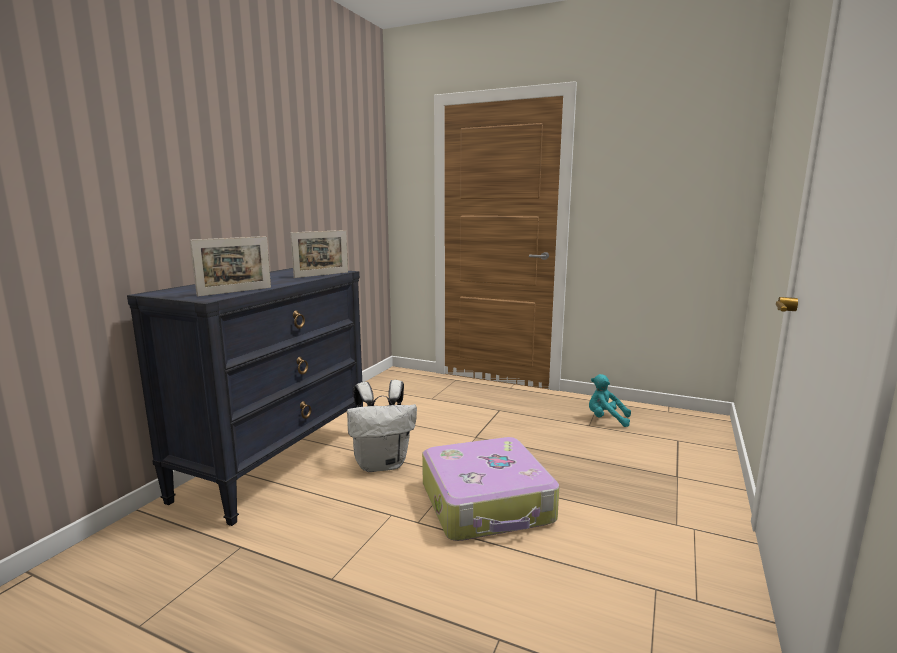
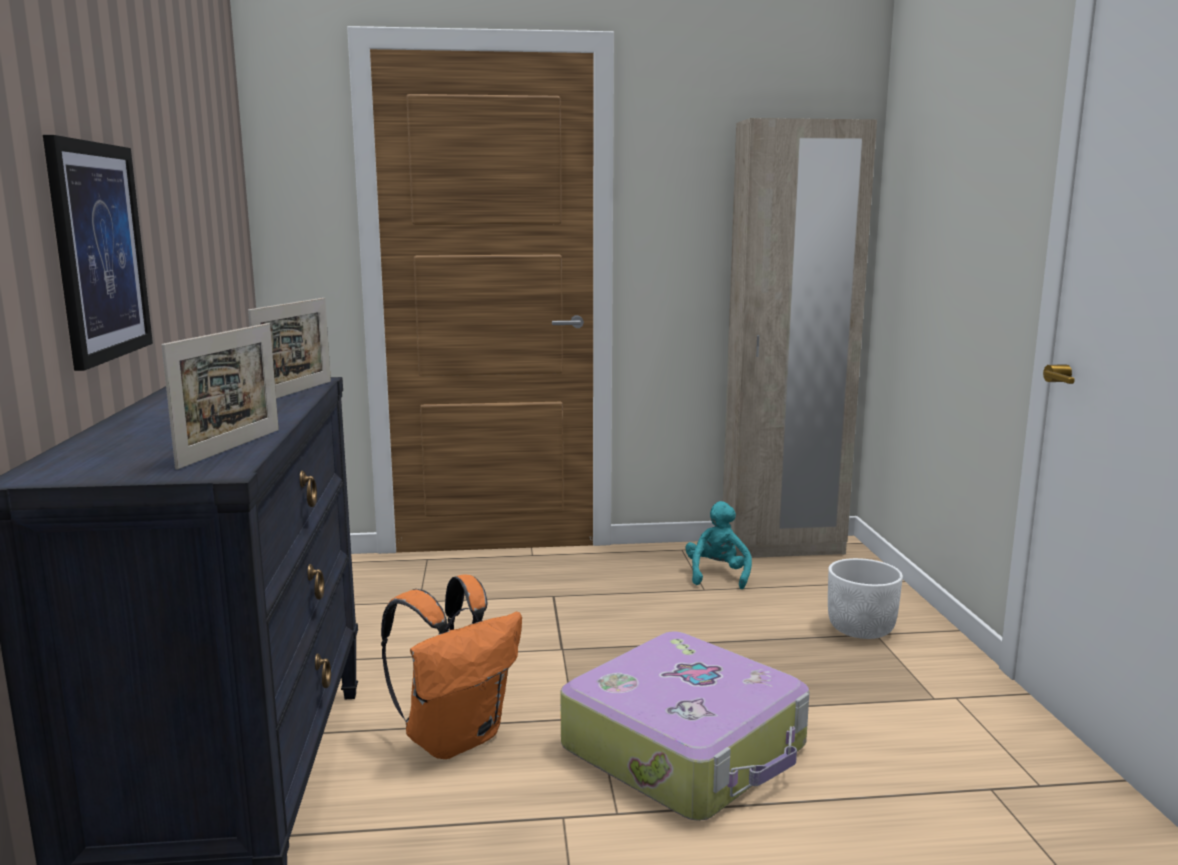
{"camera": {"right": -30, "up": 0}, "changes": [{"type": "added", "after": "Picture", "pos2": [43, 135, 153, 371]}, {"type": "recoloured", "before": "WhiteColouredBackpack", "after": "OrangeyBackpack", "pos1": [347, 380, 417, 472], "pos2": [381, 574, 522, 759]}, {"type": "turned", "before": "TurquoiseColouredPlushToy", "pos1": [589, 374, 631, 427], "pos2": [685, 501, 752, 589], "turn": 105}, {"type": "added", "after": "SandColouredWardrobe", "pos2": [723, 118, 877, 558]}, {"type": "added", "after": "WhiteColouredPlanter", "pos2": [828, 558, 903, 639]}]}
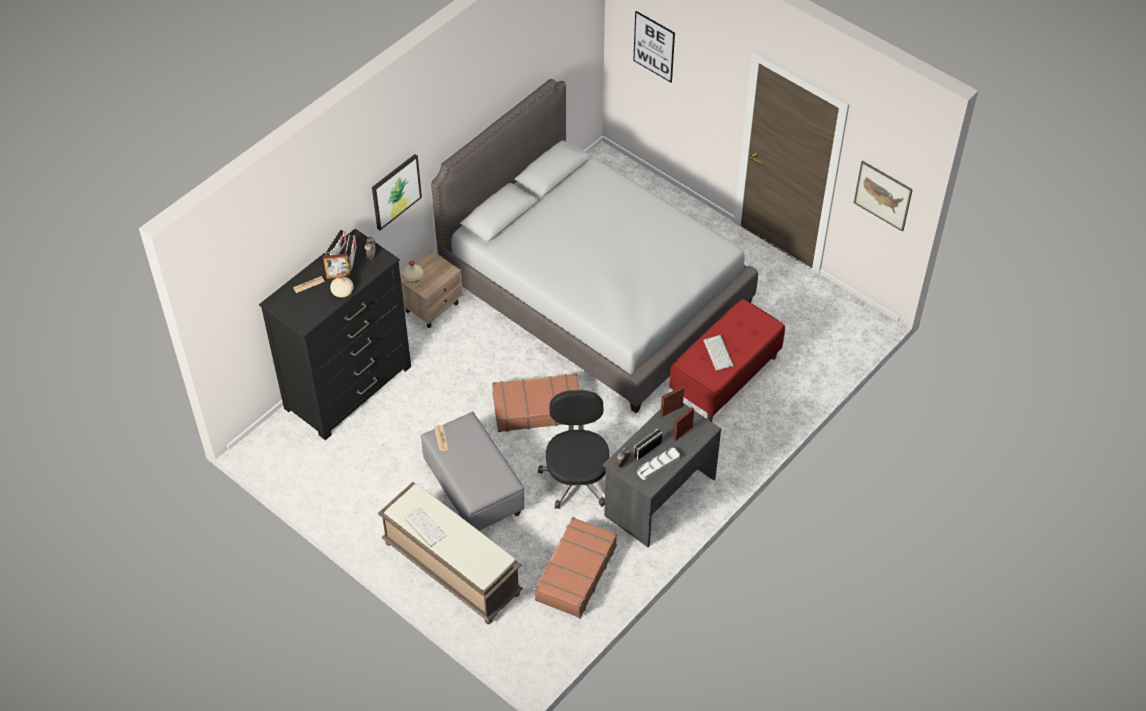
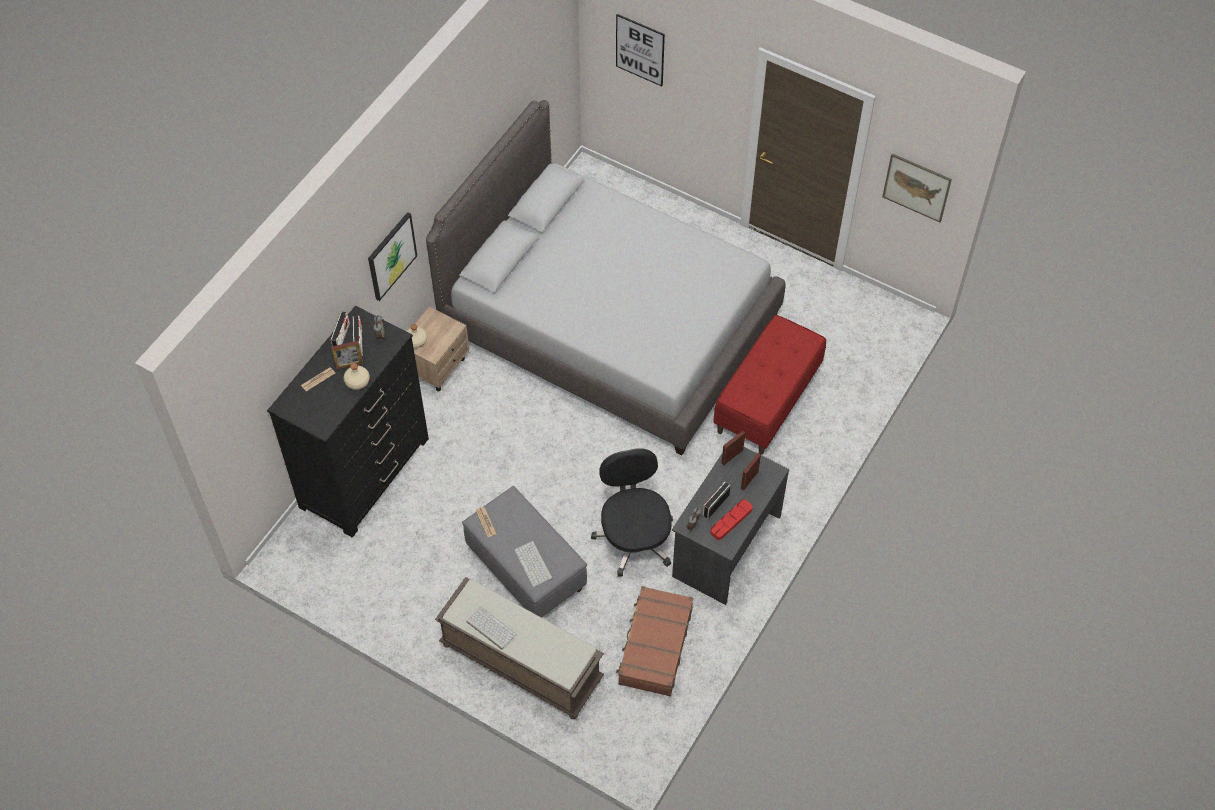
{"camera": {"right": -10, "up": 5}, "changes": [{"type": "moved", "before": "Keyboard", "pos1": [703, 335, 734, 371], "pos2": [514, 541, 553, 587]}, {"type": "recoloured", "before": "GreyishCarryingTray", "after": "RedCarryingTray", "pos1": [637, 448, 680, 480], "pos2": [710, 499, 753, 540]}, {"type": "removed", "before": "BrownPieceOfLuggage", "pos1": [492, 373, 579, 432]}]}
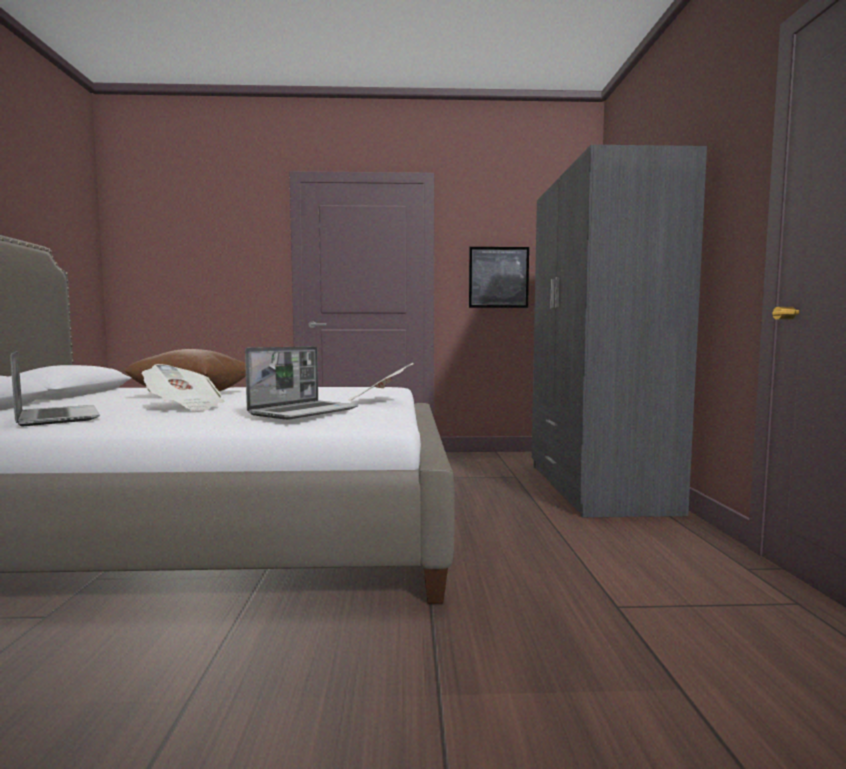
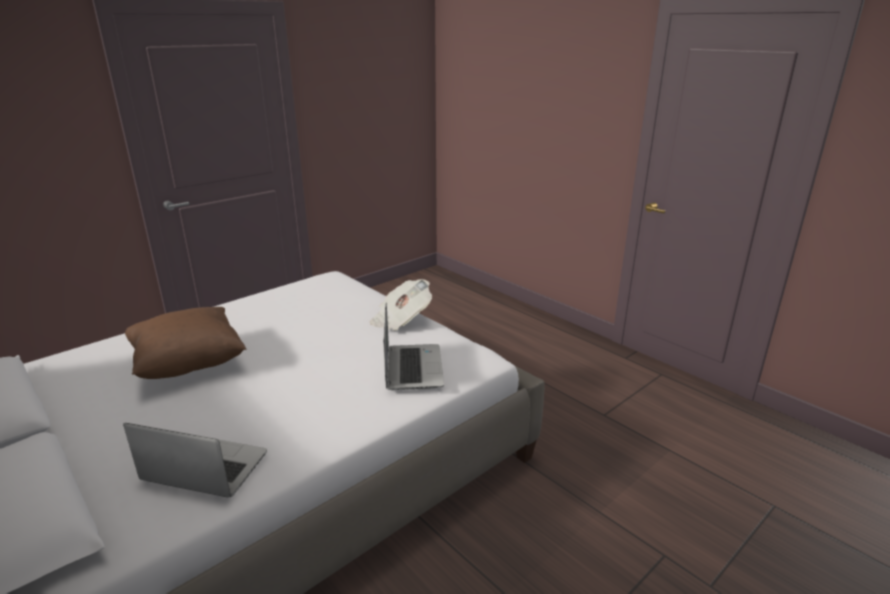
{"camera": {"right": -40, "up": 20}, "changes": [{"type": "removed", "before": "Newspaper", "pos1": [142, 364, 225, 412]}, {"type": "removed", "before": "Picture", "pos1": [469, 247, 529, 308]}, {"type": "removed", "before": "GreyishWardrobe", "pos1": [532, 145, 707, 517]}]}
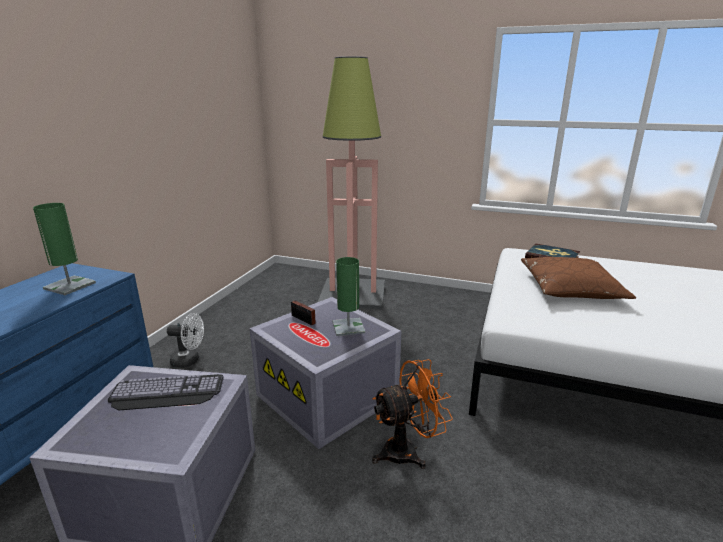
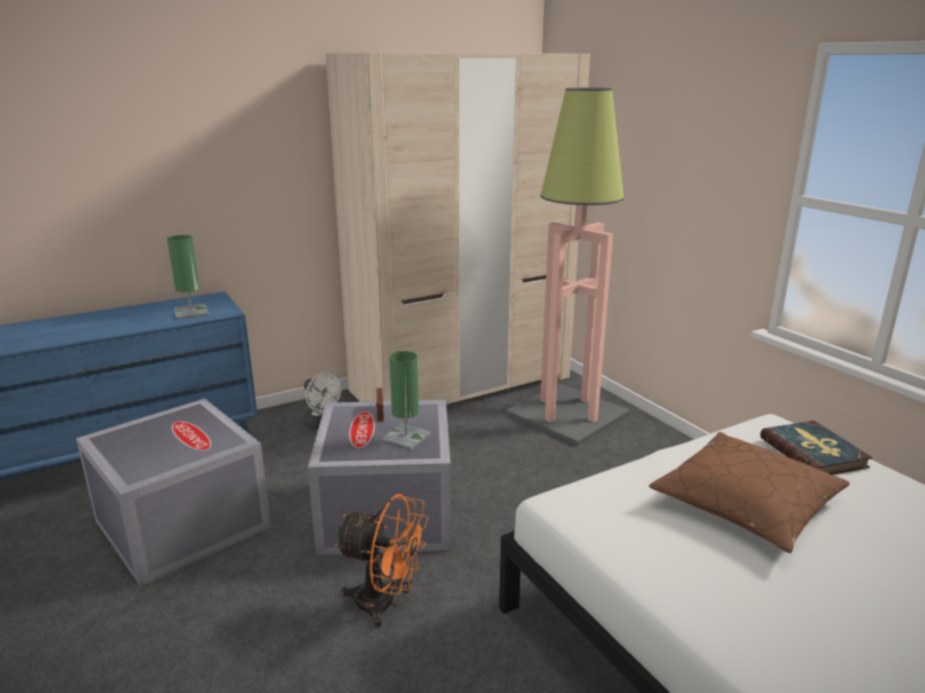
{"camera": {"right": 40, "up": 0}, "changes": [{"type": "added", "after": "SandColouredWardrobe", "pos2": [326, 52, 590, 404]}, {"type": "removed", "before": "Keyboard", "pos1": [108, 374, 224, 410]}]}
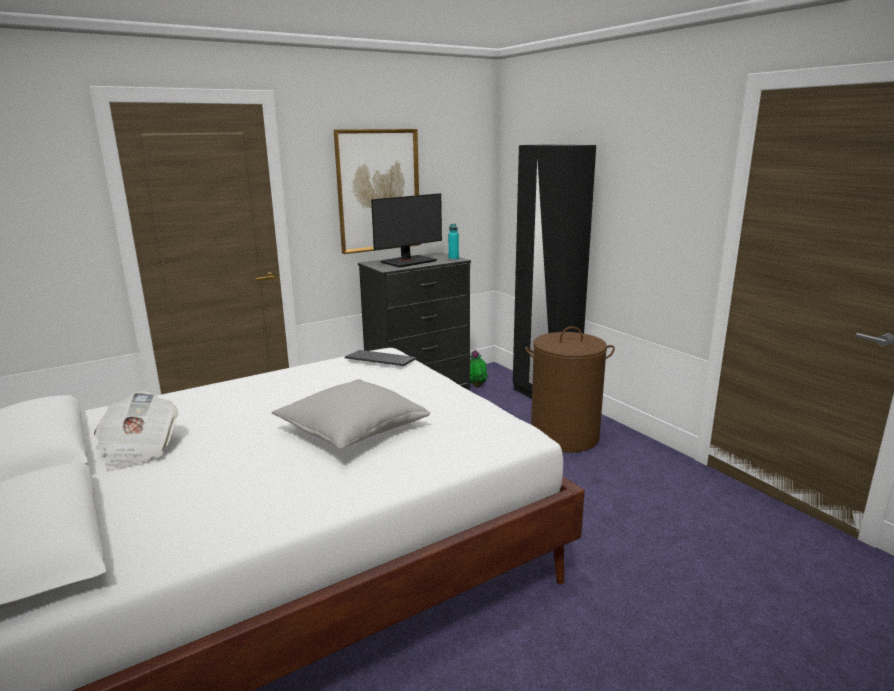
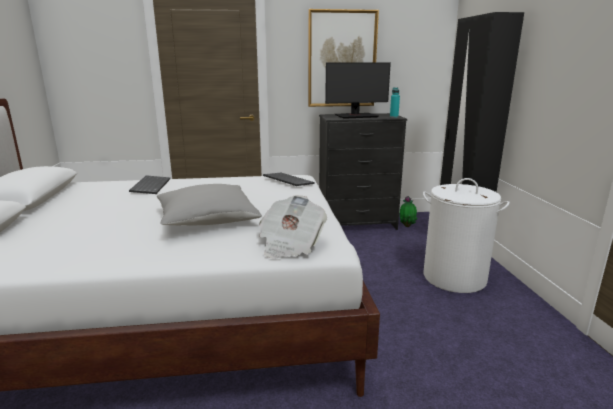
{"camera": {"right": 25, "up": 0}, "changes": [{"type": "added", "after": "Keyboard", "pos2": [129, 175, 170, 194]}, {"type": "moved", "before": "Newspaper", "pos1": [94, 391, 178, 471], "pos2": [259, 195, 327, 258]}, {"type": "recoloured", "before": "BrownHamper", "after": "WhiteColouredHamper", "pos1": [525, 326, 615, 453], "pos2": [423, 178, 510, 293]}]}
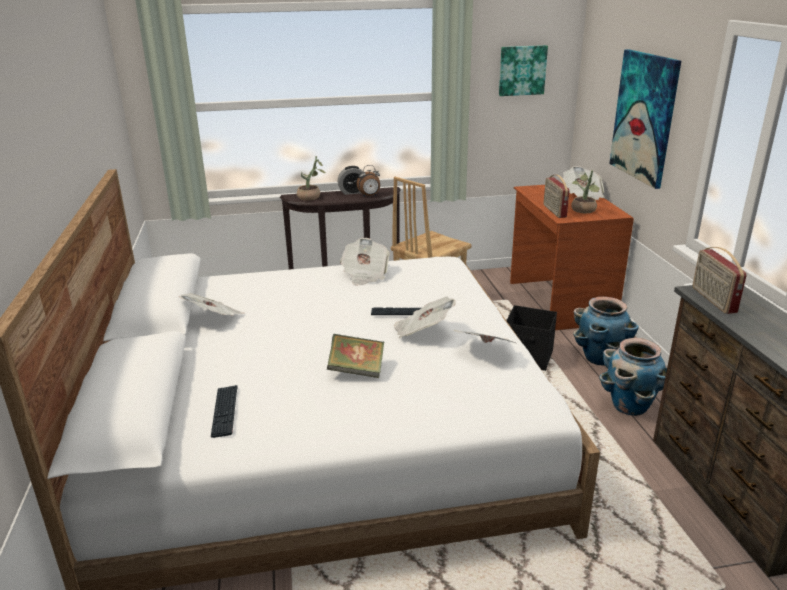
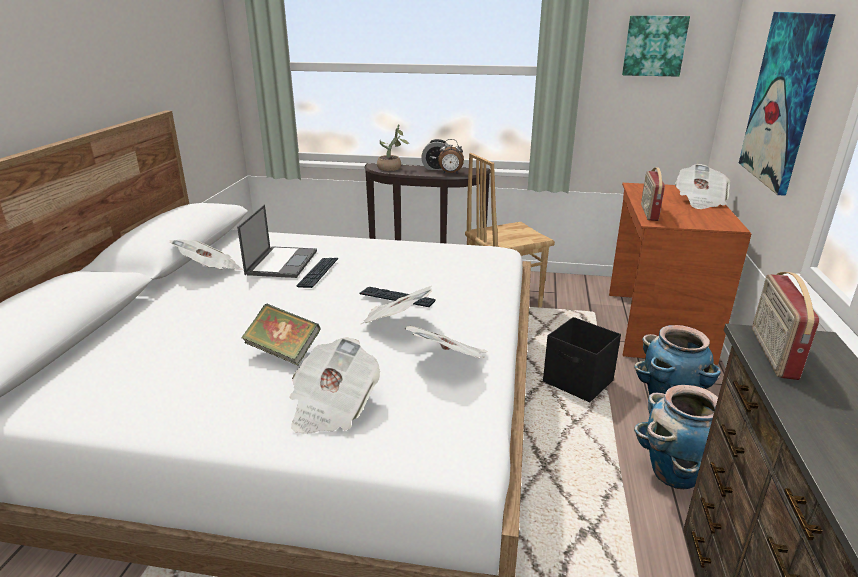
{"camera": {"right": 20, "up": 0}, "changes": [{"type": "added", "after": "PortableComputer", "pos2": [237, 205, 317, 278]}, {"type": "moved", "before": "Newspaper", "pos1": [340, 238, 390, 286], "pos2": [290, 337, 380, 434]}, {"type": "moved", "before": "Keyboard", "pos1": [211, 385, 238, 438], "pos2": [296, 258, 338, 288]}, {"type": "removed", "before": "PlantInAPot", "pos1": [571, 170, 600, 213]}]}
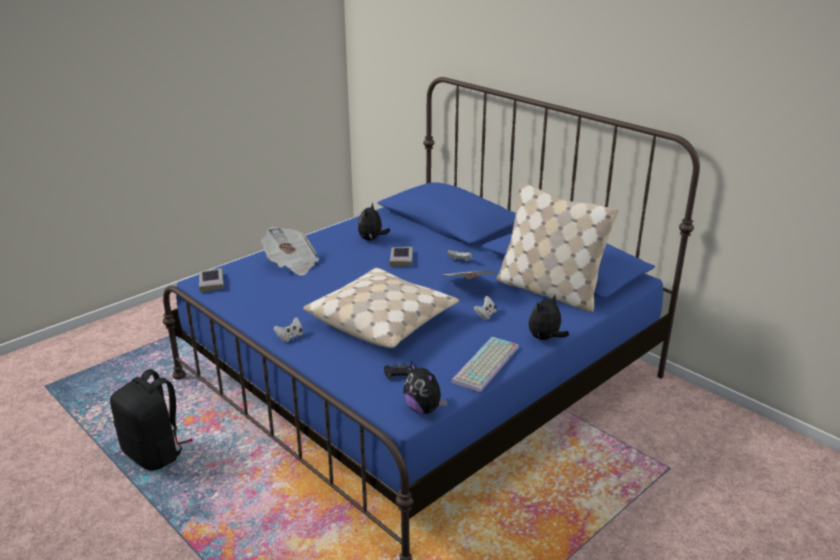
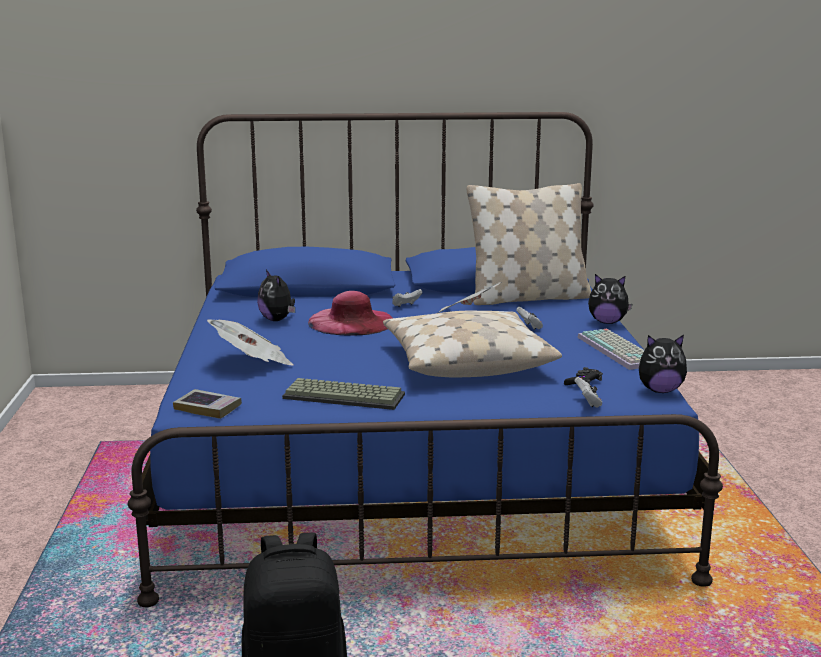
{"camera": {"right": -50, "up": -10}, "changes": [{"type": "added", "after": "Keyboard", "pos2": [282, 378, 405, 410]}, {"type": "replaced", "before": "Book", "after": "PinkClothingHat", "pos1": [390, 247, 413, 266], "pos2": [308, 291, 392, 336]}, {"type": "moved", "before": "WhiteColouredGamepad", "pos1": [274, 317, 303, 342], "pos2": [574, 377, 602, 408]}, {"type": "turned", "before": "PlushToy", "pos1": [529, 295, 569, 340], "pos2": [588, 274, 632, 324], "turn": -75}]}
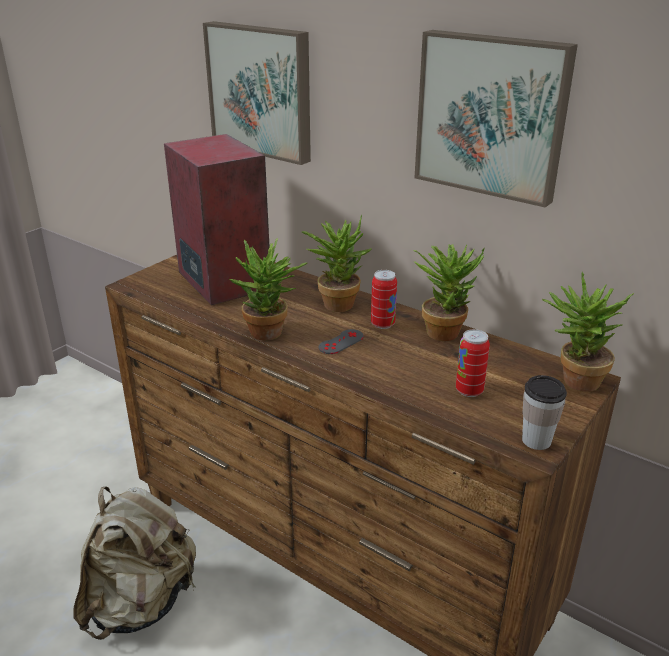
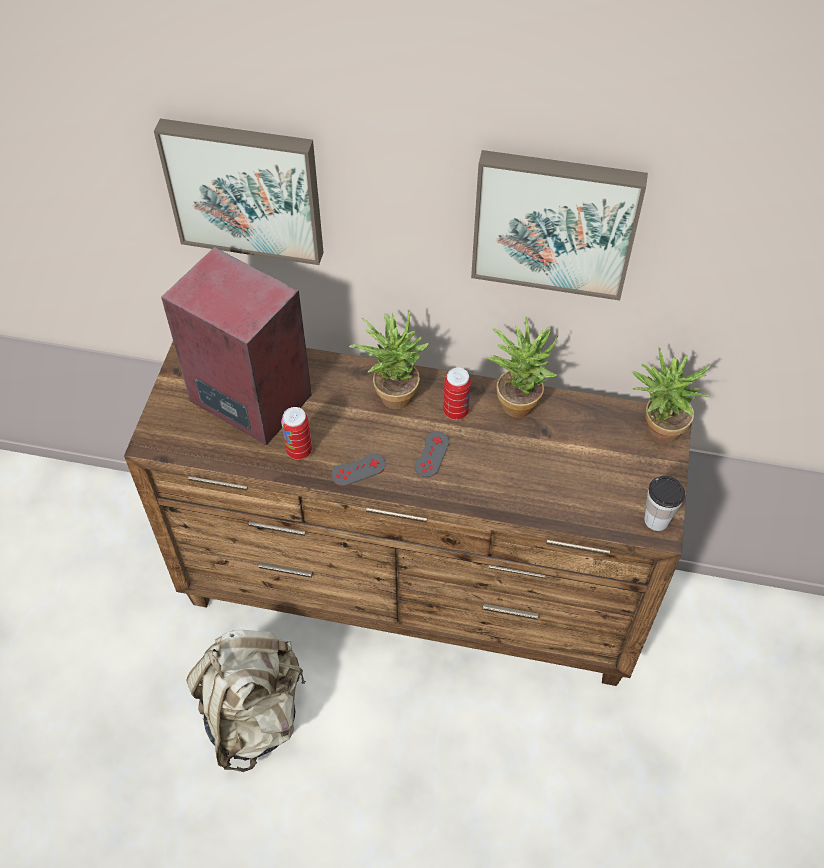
{"camera": {"right": -25, "up": 25}, "changes": [{"type": "moved", "before": "Can", "pos1": [456, 329, 490, 397], "pos2": [281, 407, 312, 460]}, {"type": "replaced", "before": "PlantInAPot", "after": "GreyishGamepad", "pos1": [229, 238, 307, 341], "pos2": [331, 454, 385, 486]}]}
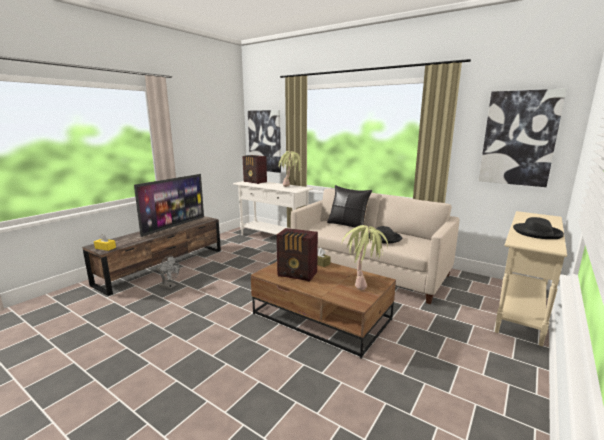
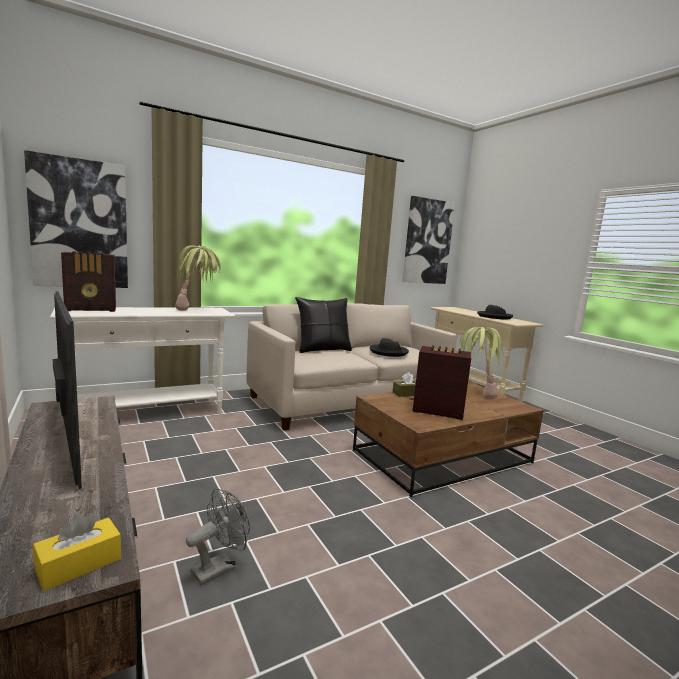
{"camera": {"right": -65, "up": -5}, "changes": [{"type": "turned", "before": "RadioReceiver", "pos1": [277, 228, 318, 282], "pos2": [413, 345, 471, 420], "turn": -120}]}
